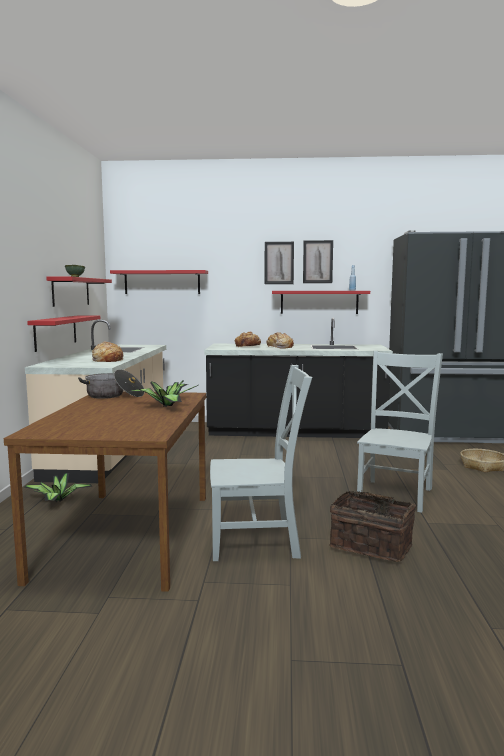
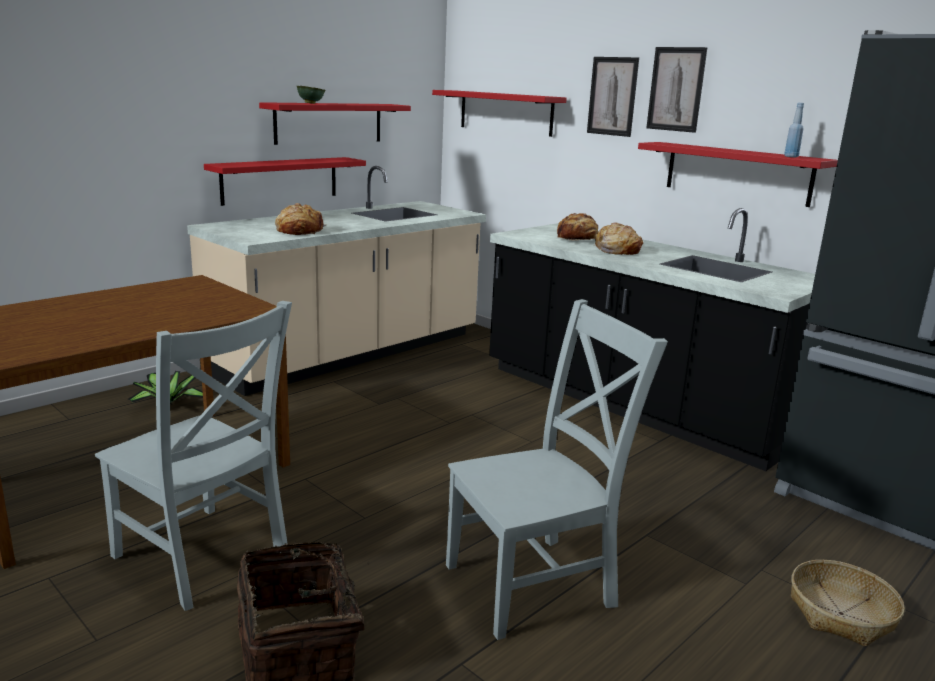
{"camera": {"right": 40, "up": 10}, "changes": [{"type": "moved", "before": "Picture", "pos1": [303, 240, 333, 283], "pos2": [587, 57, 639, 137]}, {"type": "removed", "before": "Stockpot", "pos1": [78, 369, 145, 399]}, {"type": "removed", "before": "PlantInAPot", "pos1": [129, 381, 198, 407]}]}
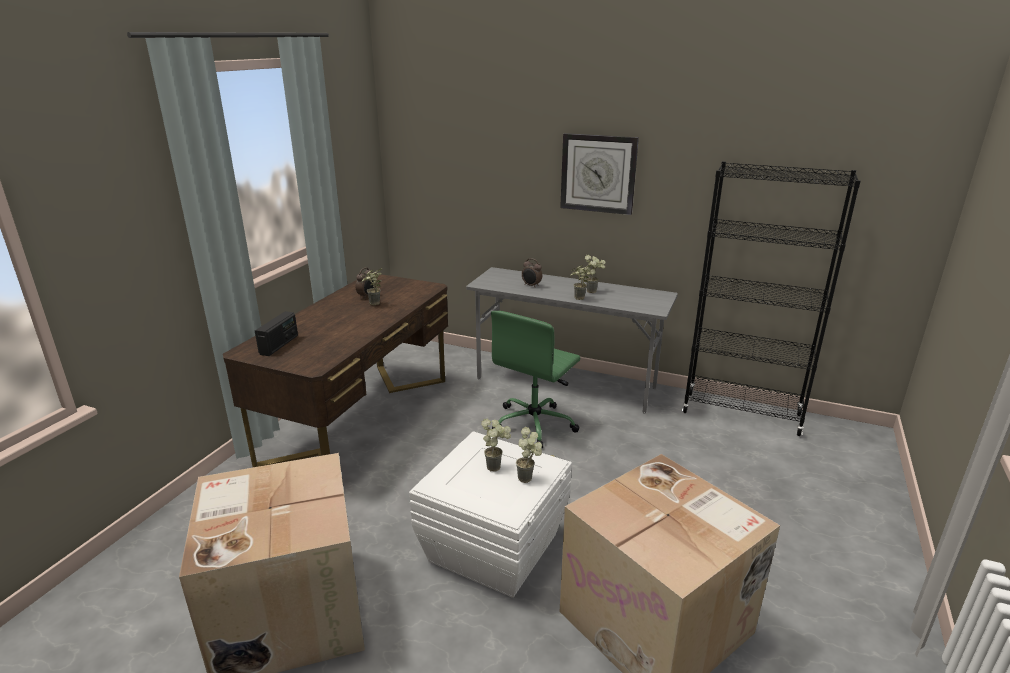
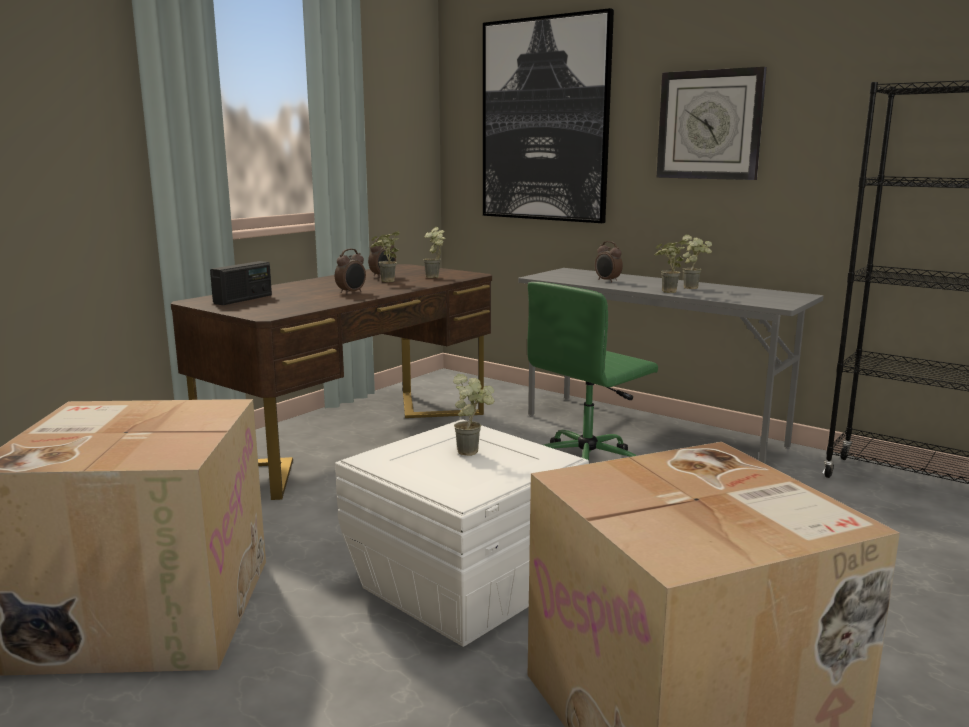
{"camera": {"right": 15, "up": -10}, "changes": [{"type": "added", "after": "AlarmClock", "pos2": [335, 249, 366, 295]}, {"type": "moved", "before": "PlantInAPot", "pos1": [516, 427, 542, 483], "pos2": [423, 227, 445, 278]}, {"type": "added", "after": "Picture", "pos2": [483, 8, 614, 223]}]}
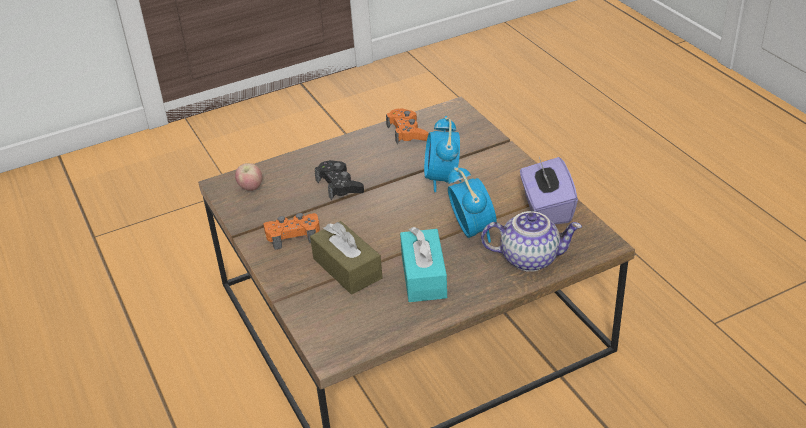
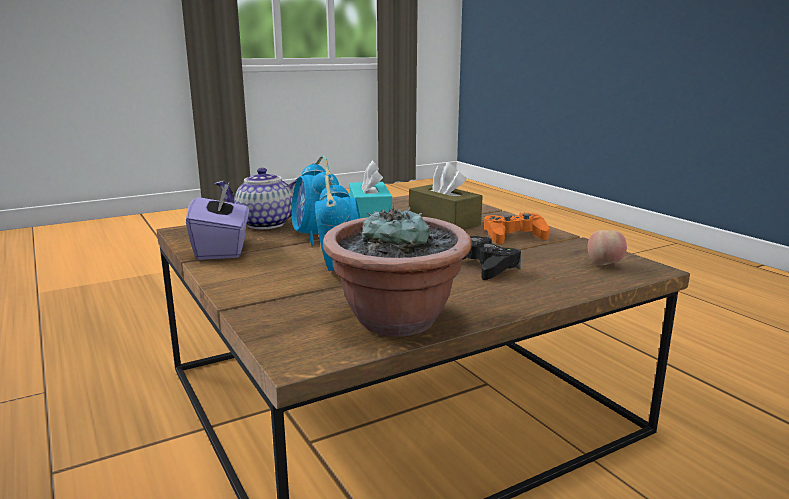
{"camera": {"right": 175, "up": -20}, "changes": [{"type": "replaced", "before": "OrangeyGamepad", "after": "PlantInAPot", "pos1": [386, 108, 429, 144], "pos2": [323, 205, 472, 337]}]}
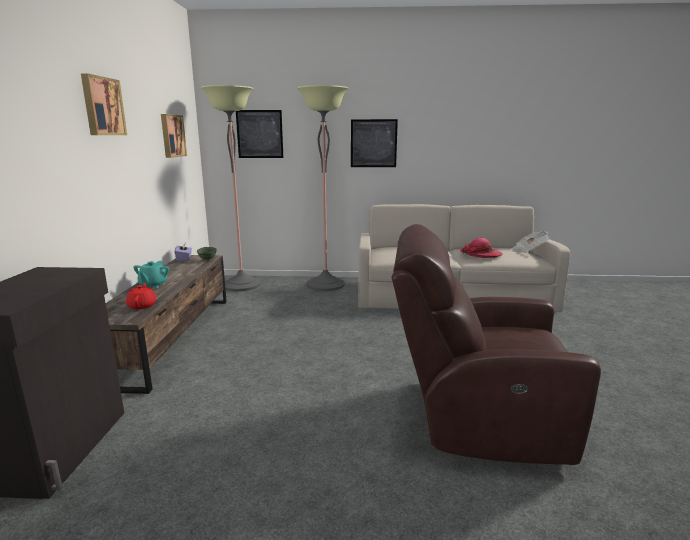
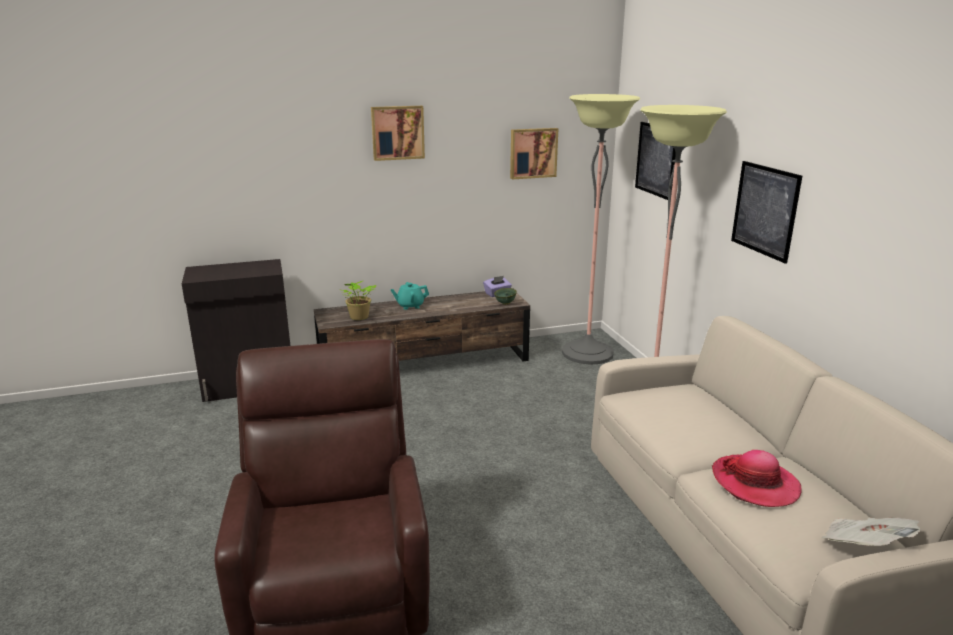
{"camera": {"right": 70, "up": 5}, "changes": [{"type": "replaced", "before": "RedTeapot", "after": "PlantInAPot", "pos1": [126, 283, 156, 309], "pos2": [342, 281, 376, 320]}]}
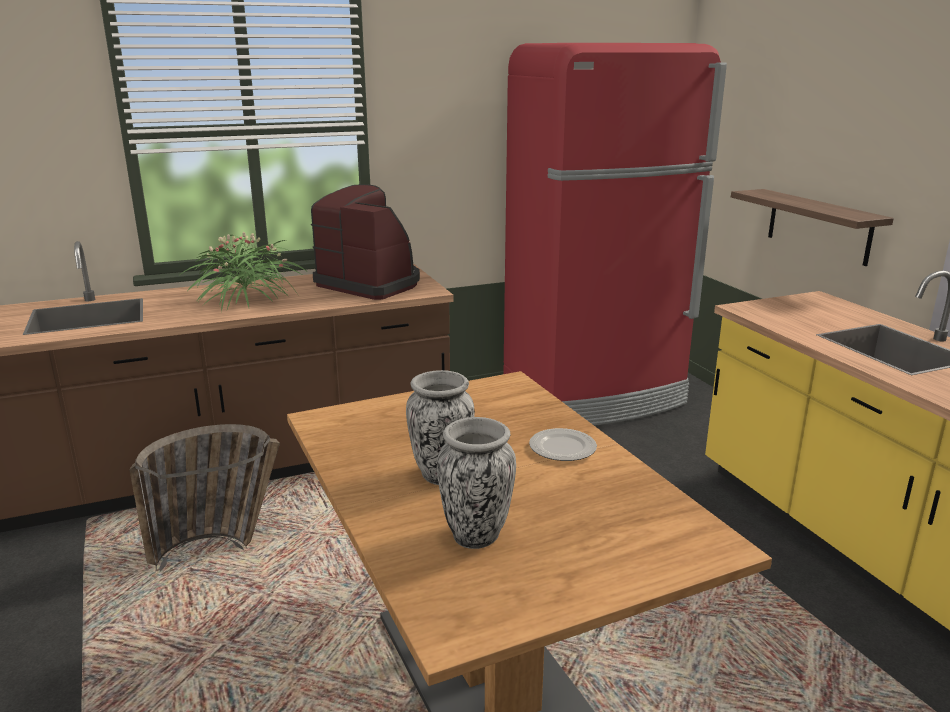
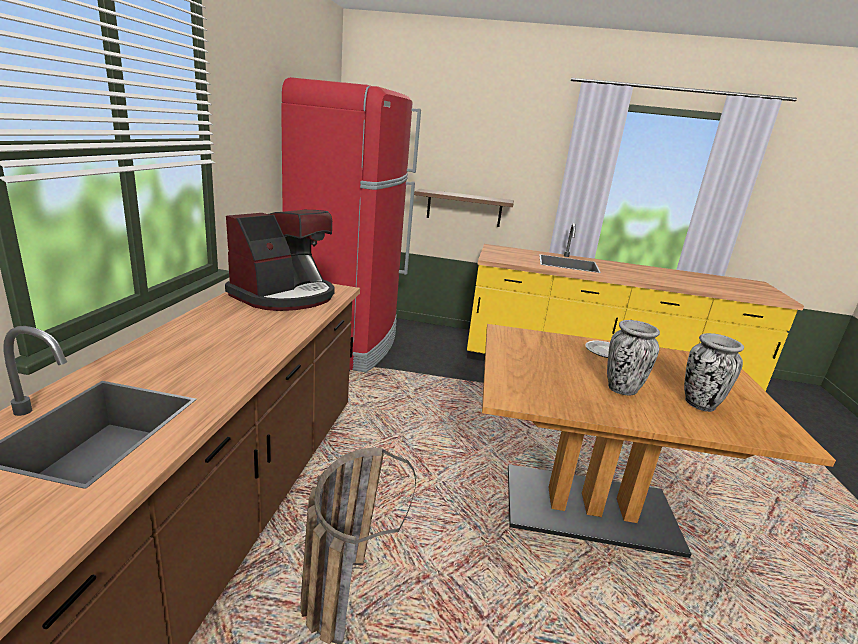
{"camera": {"right": -60, "up": 0}, "changes": [{"type": "turned", "before": "CoffeeMachine", "pos1": [311, 184, 420, 300], "pos2": [225, 210, 335, 311], "turn": 150}, {"type": "removed", "before": "PlantInAPot", "pos1": [181, 232, 306, 312]}]}
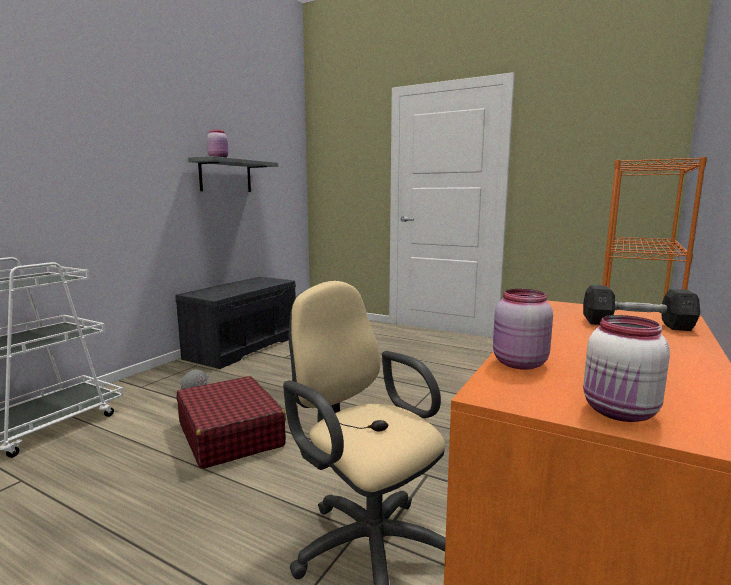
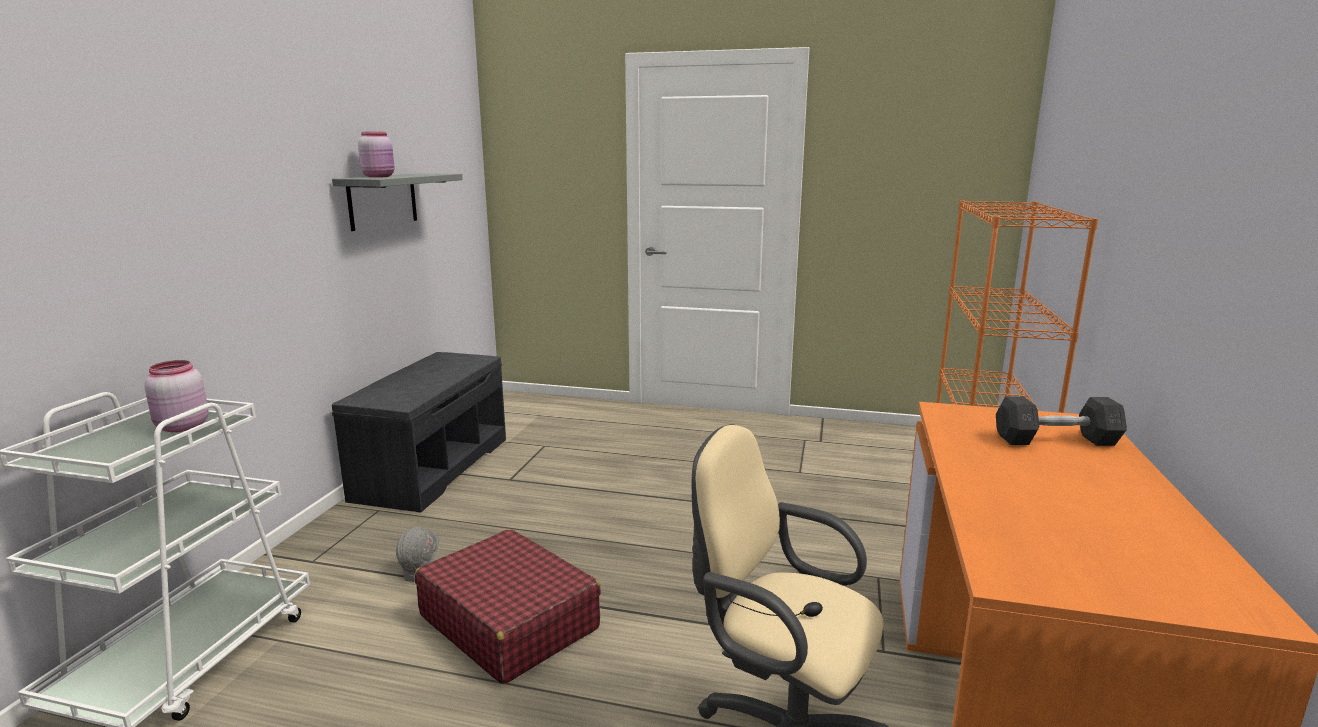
{"camera": {"right": -15, "up": 5}, "changes": [{"type": "moved", "before": "PinkJar", "pos1": [493, 289, 553, 370], "pos2": [144, 360, 208, 432]}, {"type": "removed", "before": "WhiteColouredJar", "pos1": [583, 315, 670, 422]}]}
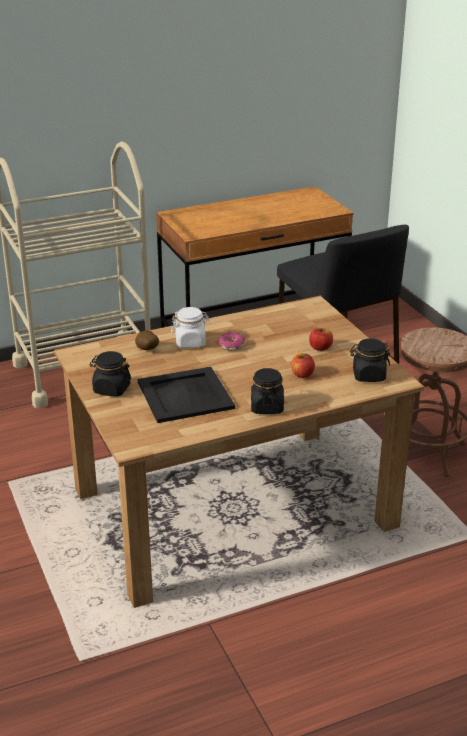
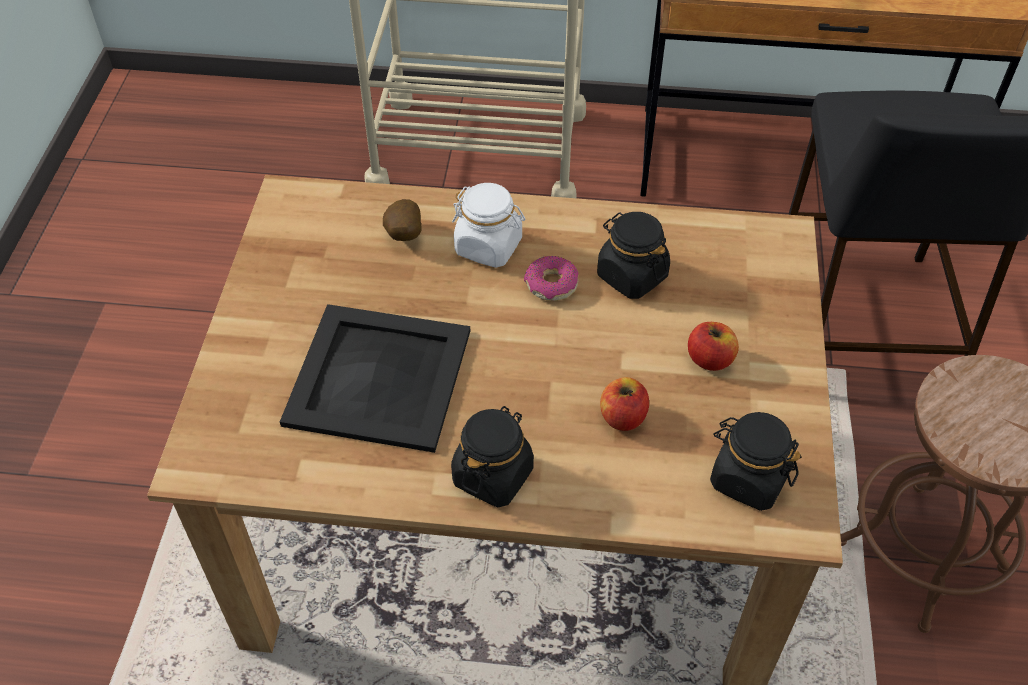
{"camera": {"right": 30, "up": 20}, "changes": [{"type": "moved", "before": "BlackishJar", "pos1": [89, 351, 131, 397], "pos2": [597, 212, 670, 299]}]}
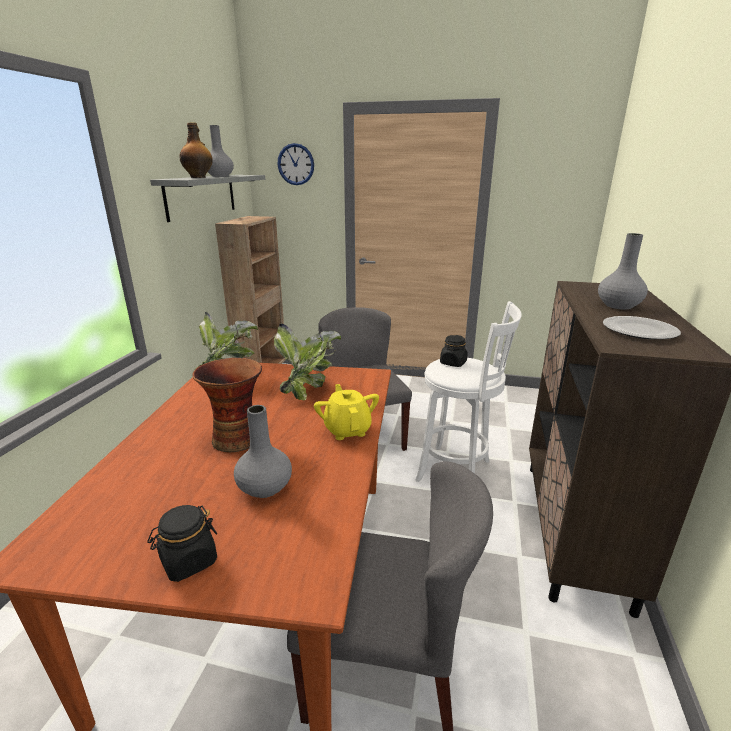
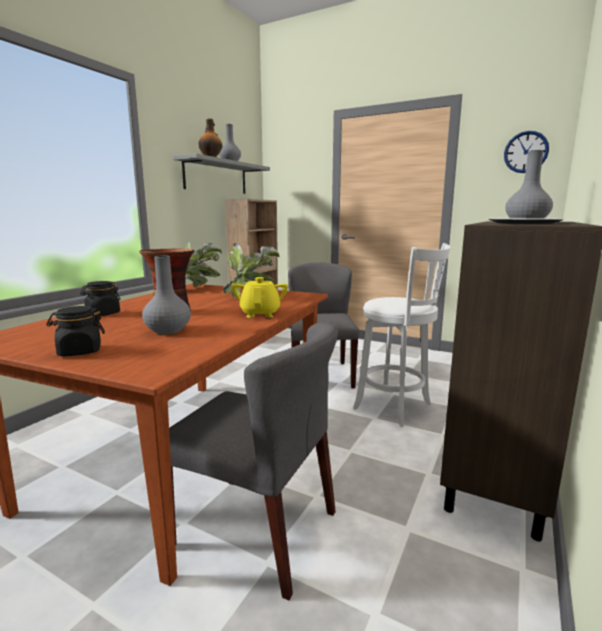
{"camera": {"right": 15, "up": -10}, "changes": [{"type": "moved", "before": "BlackishJar", "pos1": [440, 335, 468, 367], "pos2": [80, 281, 121, 316]}, {"type": "moved", "before": "WallClock", "pos1": [277, 143, 314, 185], "pos2": [504, 131, 549, 173]}]}
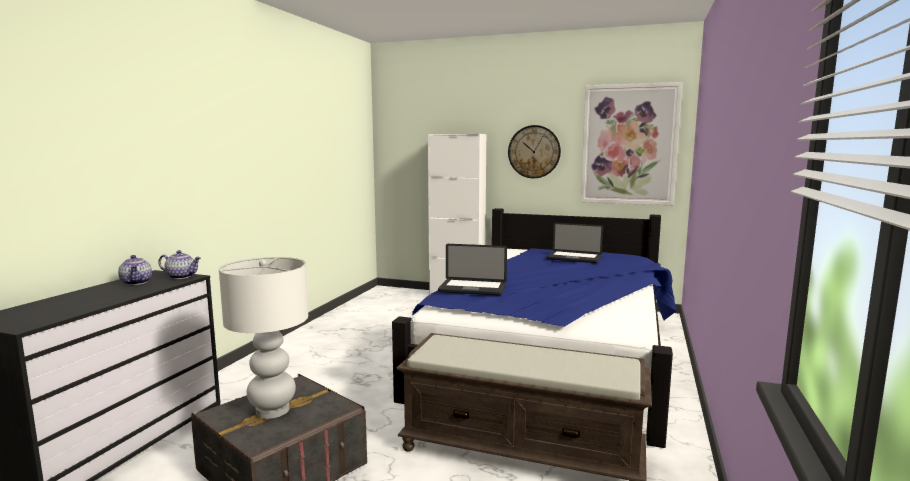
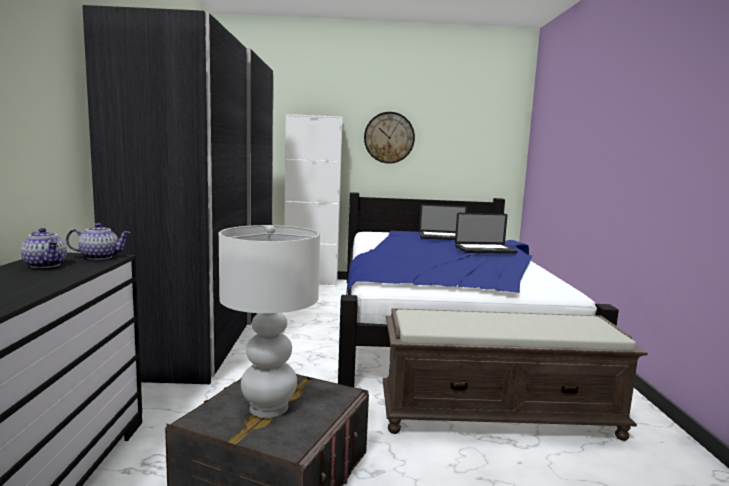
{"camera": {"right": -20, "up": 0}, "changes": [{"type": "added", "after": "GreyishWardrobe", "pos2": [82, 5, 274, 384]}, {"type": "moved", "before": "PortableComputer", "pos1": [438, 244, 507, 296], "pos2": [455, 213, 517, 254]}, {"type": "removed", "before": "Picture", "pos1": [581, 82, 682, 205]}]}
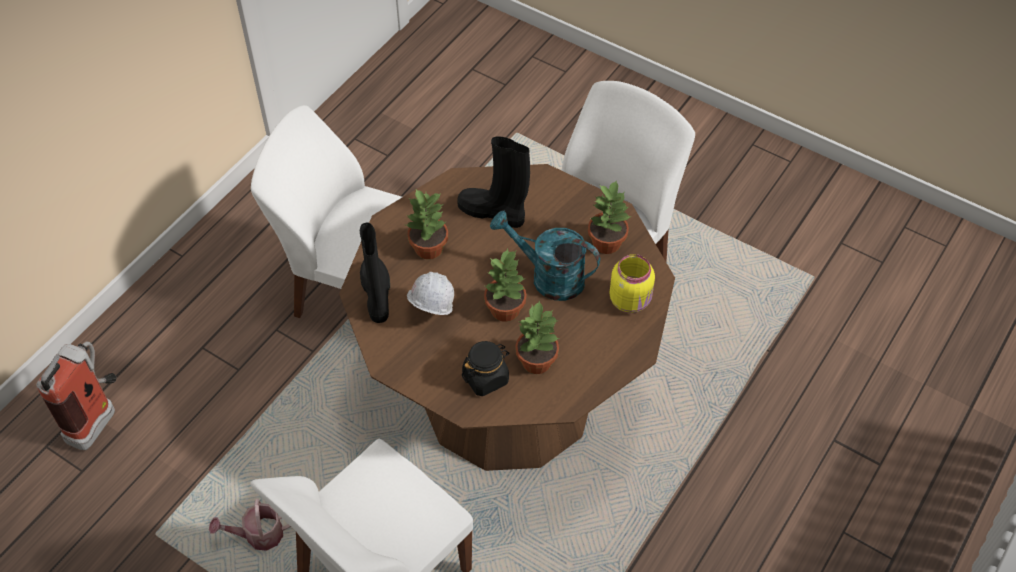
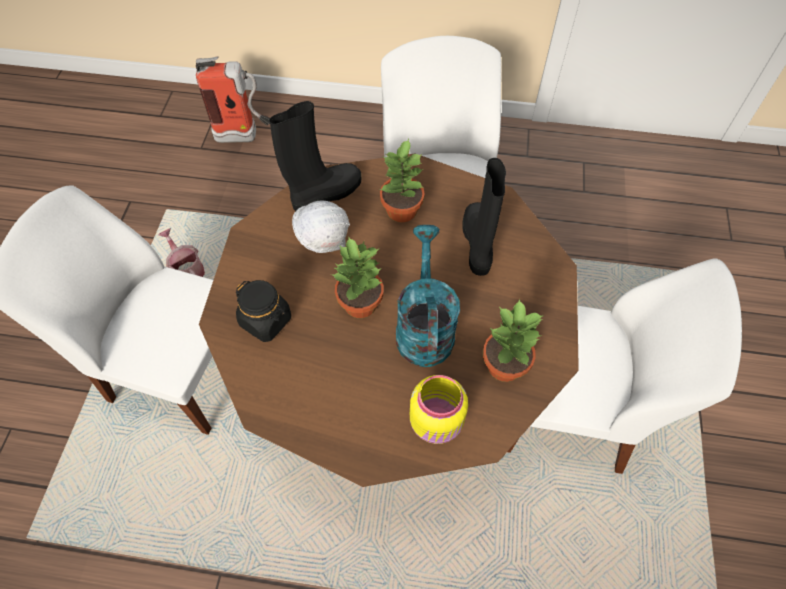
{"camera": {"right": 65, "up": 5}, "changes": [{"type": "removed", "before": "PlantInAPot", "pos1": [515, 300, 560, 374]}]}
